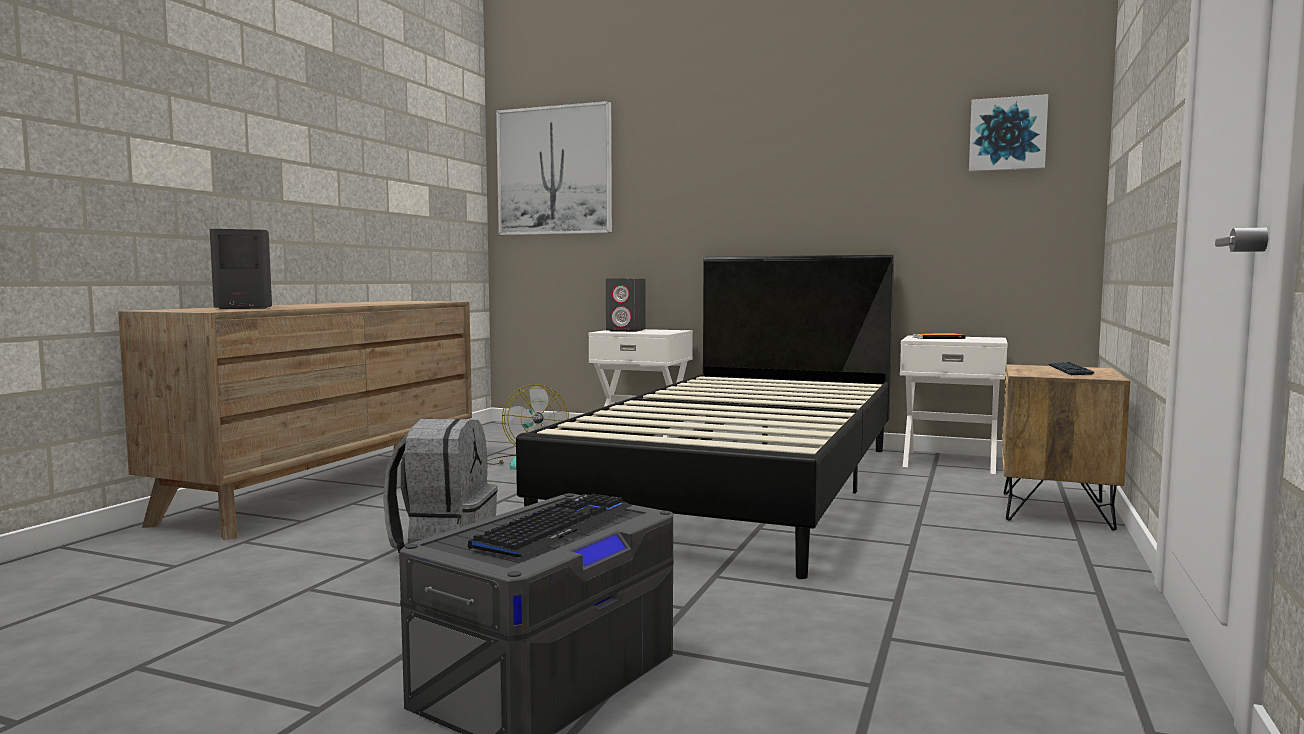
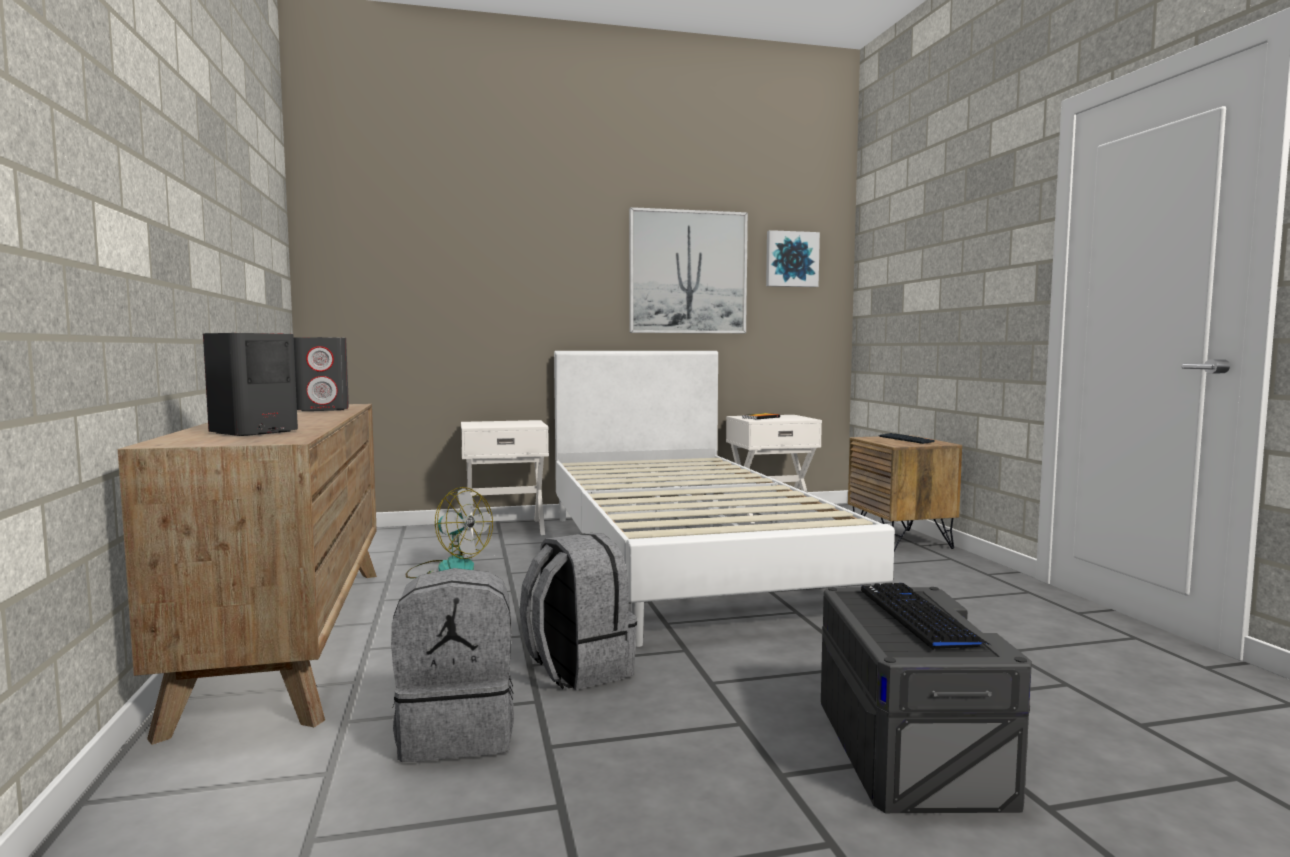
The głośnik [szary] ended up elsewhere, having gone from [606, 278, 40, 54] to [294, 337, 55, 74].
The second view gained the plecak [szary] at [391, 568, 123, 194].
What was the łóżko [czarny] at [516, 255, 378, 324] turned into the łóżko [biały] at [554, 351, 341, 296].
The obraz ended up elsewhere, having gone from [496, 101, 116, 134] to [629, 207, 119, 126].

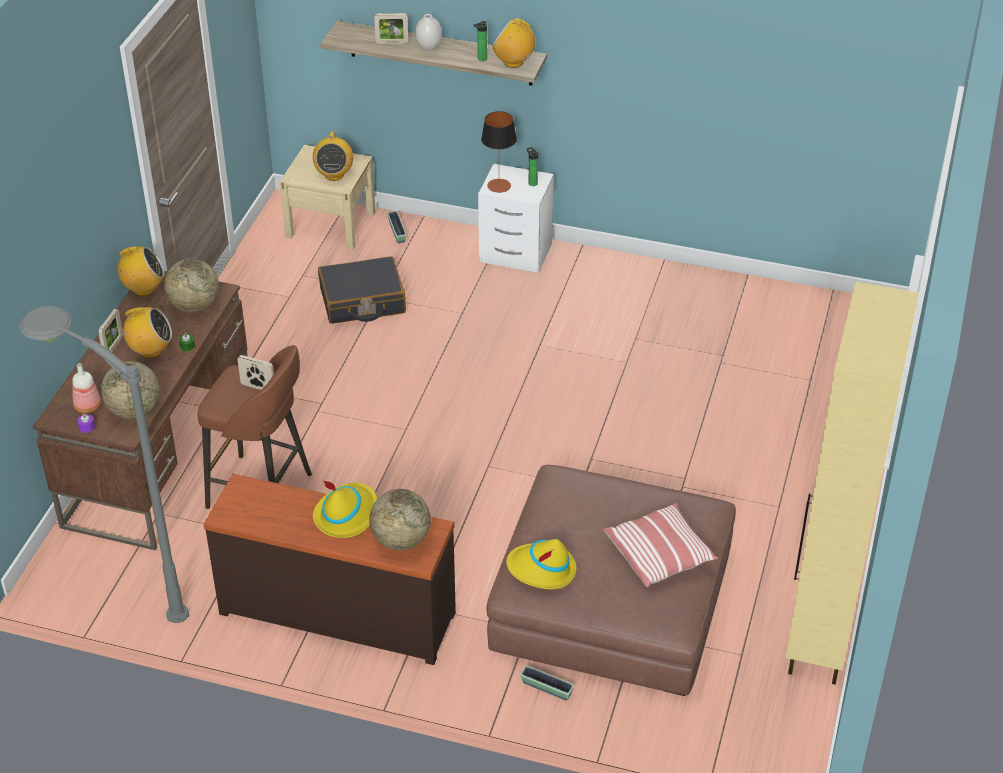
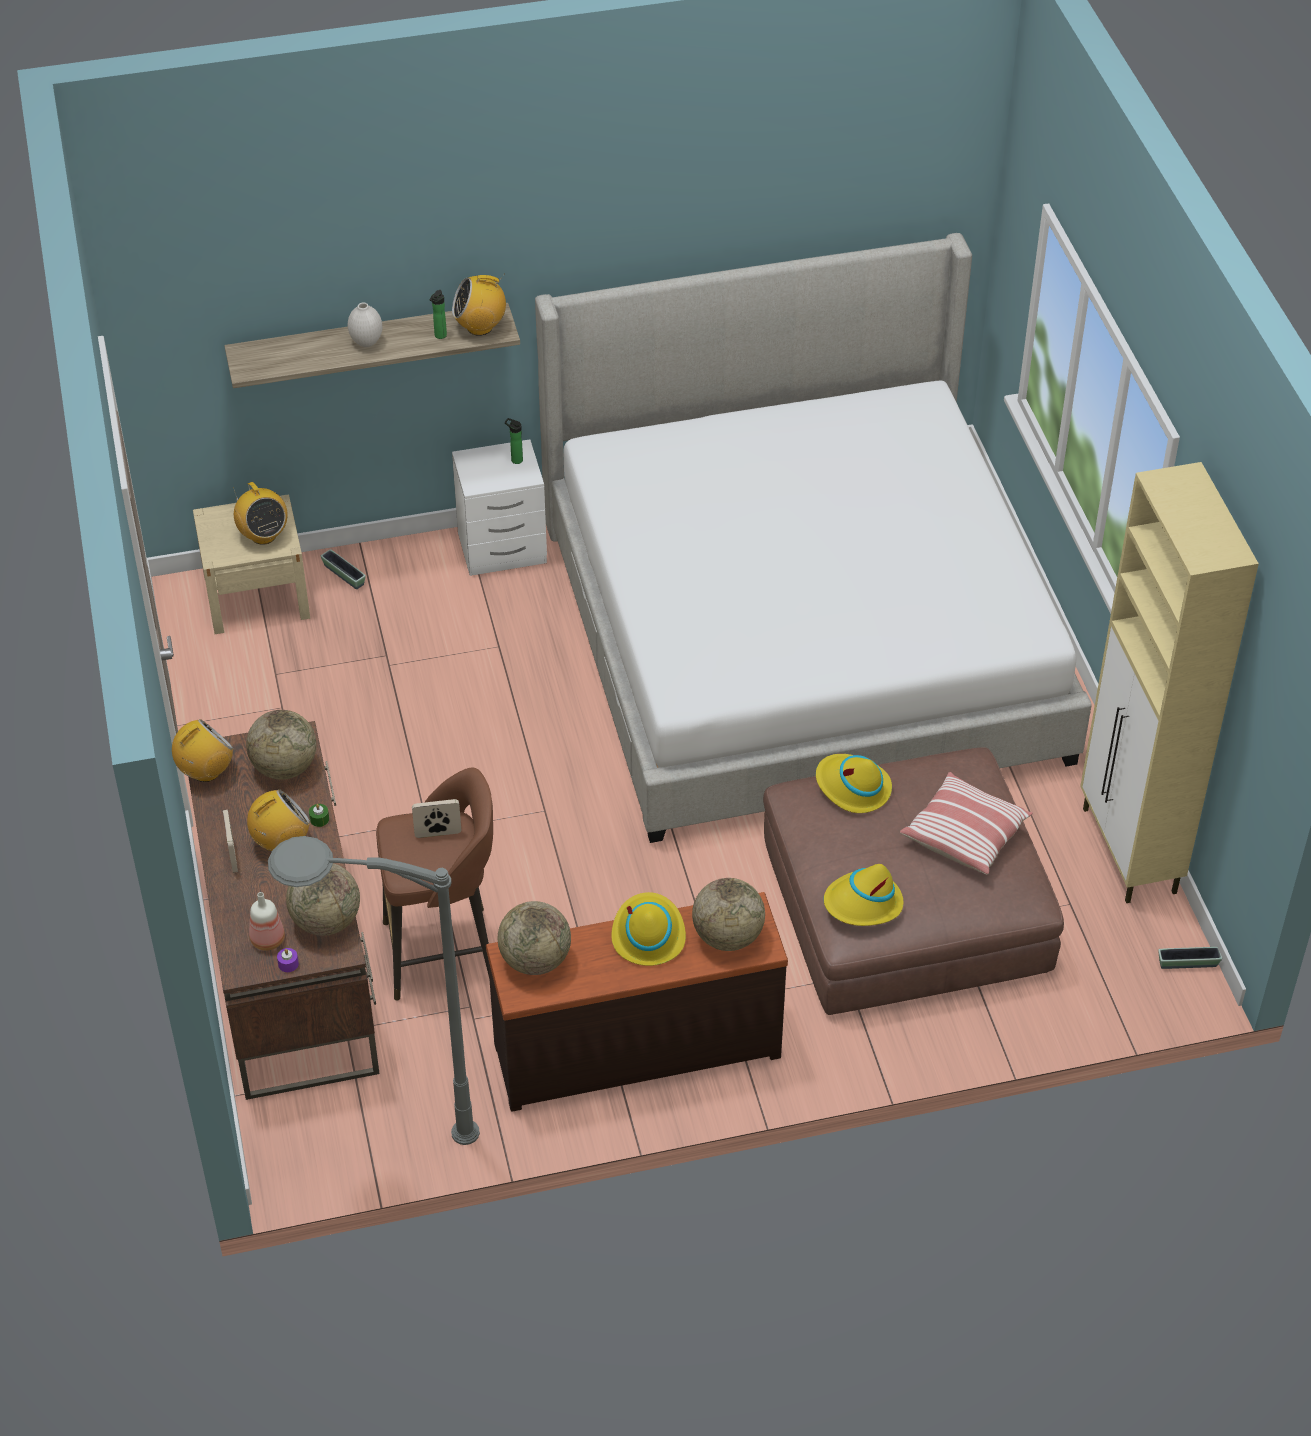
The second view gained the globus at [498, 901, 73, 74].
The second view gained the łóżko at [535, 233, 556, 610].
The second view gained the kapelusz [żółty] at [816, 754, 76, 59].
The donica ended up elsewhere, having gone from [520, 665, 54, 36] to [1158, 947, 64, 22].
The second view lost the walizka [czarny] at [318, 256, 88, 68].
The second view lost the ramka na zdjęcie at [374, 13, 34, 31].
The second view lost the lampa stołowa at [481, 111, 36, 82].

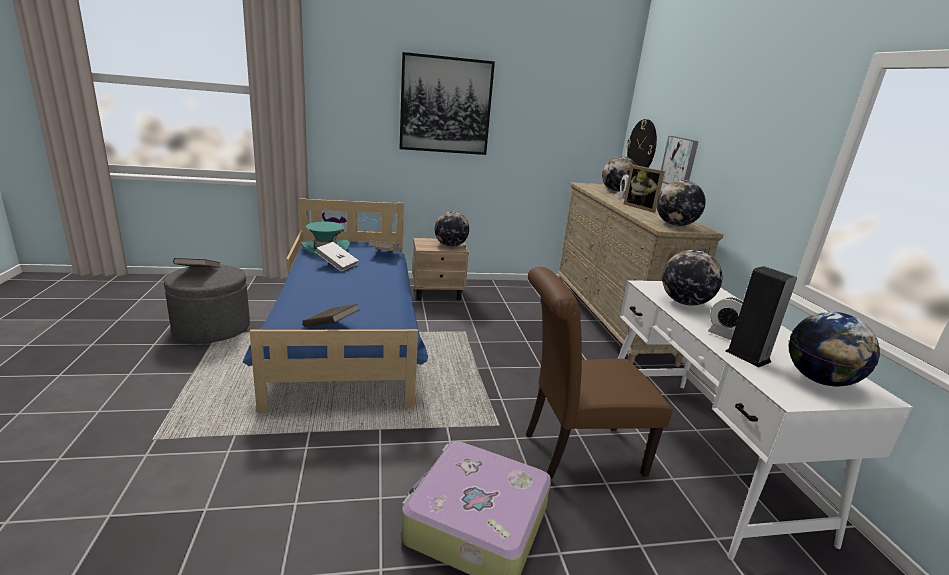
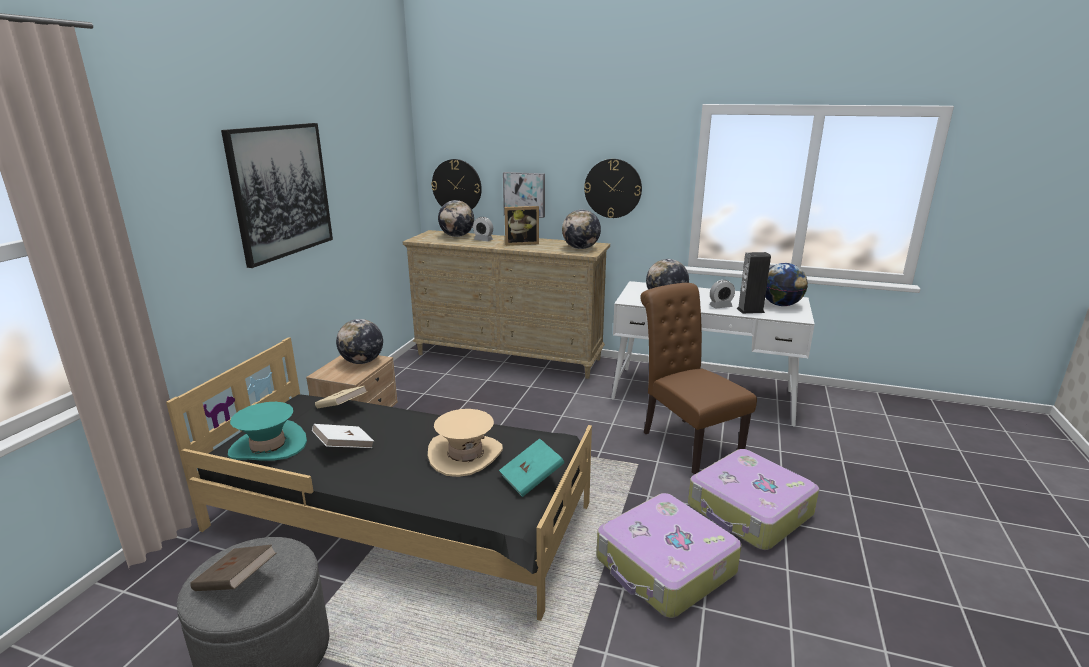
What was the łóżko [niebieski] at [243, 198, 185, 214] turned into the łóżko [czarny] at [166, 337, 426, 284].
The second view gained the kapelusz [beżowy] at [428, 409, 75, 68].
What was the książka [brązowy] at [303, 304, 56, 23] turned into the książka [turkusowy] at [499, 438, 65, 59].
The second view gained the zegar ścienny at [584, 159, 58, 59].
The second view gained the walizka at [597, 493, 145, 125].
The krzesło [brązowy] at [526, 267, 146, 214] ended up facing another way, 135 degrees clockwise from before.

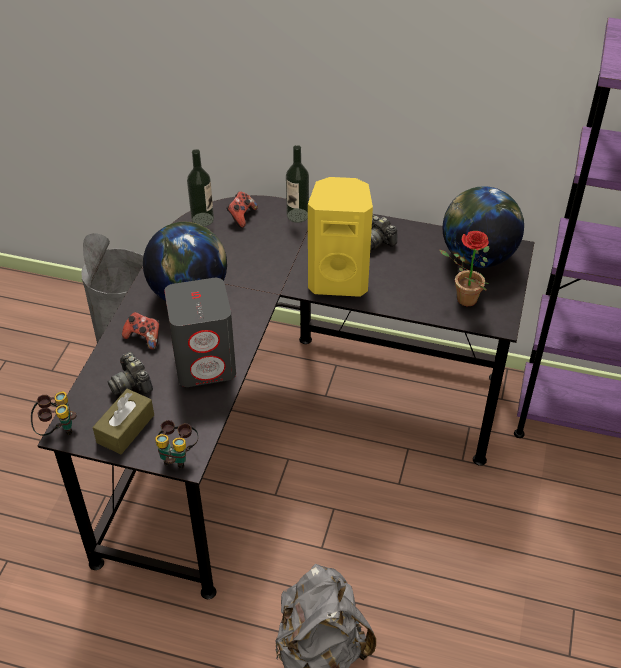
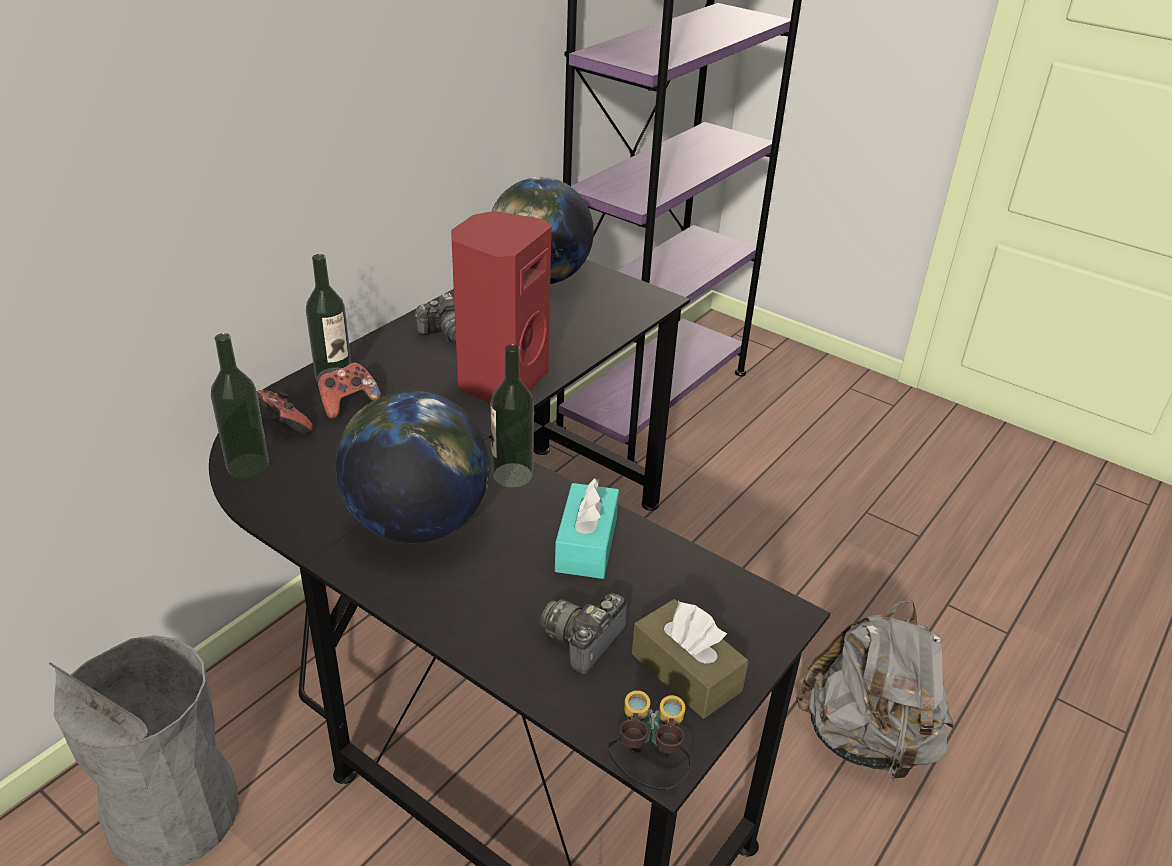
The pad do gier ended up elsewhere, having gone from [122, 312, 38, 38] to [318, 362, 63, 57].
What was the głośnik [żółty] at [308, 177, 65, 120] turned into the głośnik [czerwony] at [451, 211, 100, 192].
The second view gained the butelka at [491, 344, 43, 144].
The aparat fotograficzny at [108, 352, 45, 43] ended up facing another way, 135 degrees clockwise from before.
Where the głośnik [szary] stood at [164, 278, 72, 109], the pudełko chusteczek [turkusowy] came to stand at [555, 478, 64, 101].
The second view lost the lornetka at [155, 420, 43, 48].
The second view lost the roślina doniczkowa at [439, 231, 50, 75].

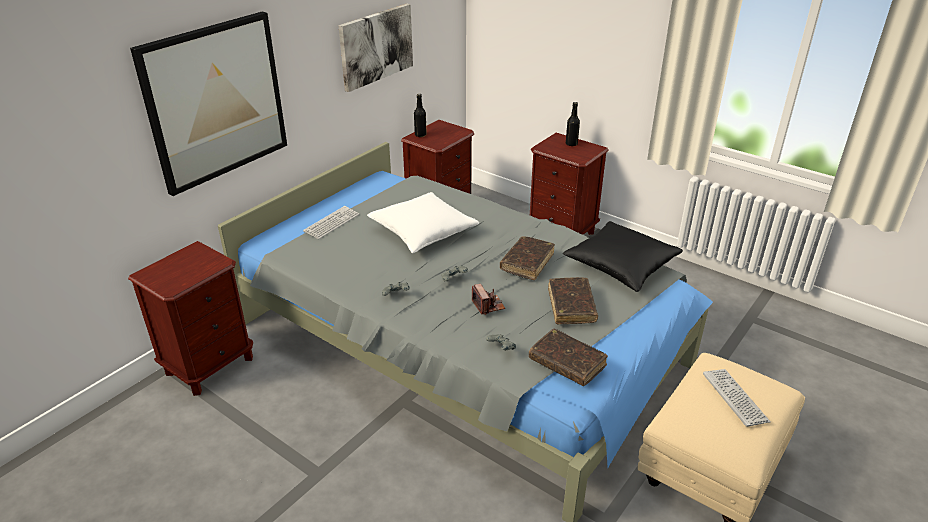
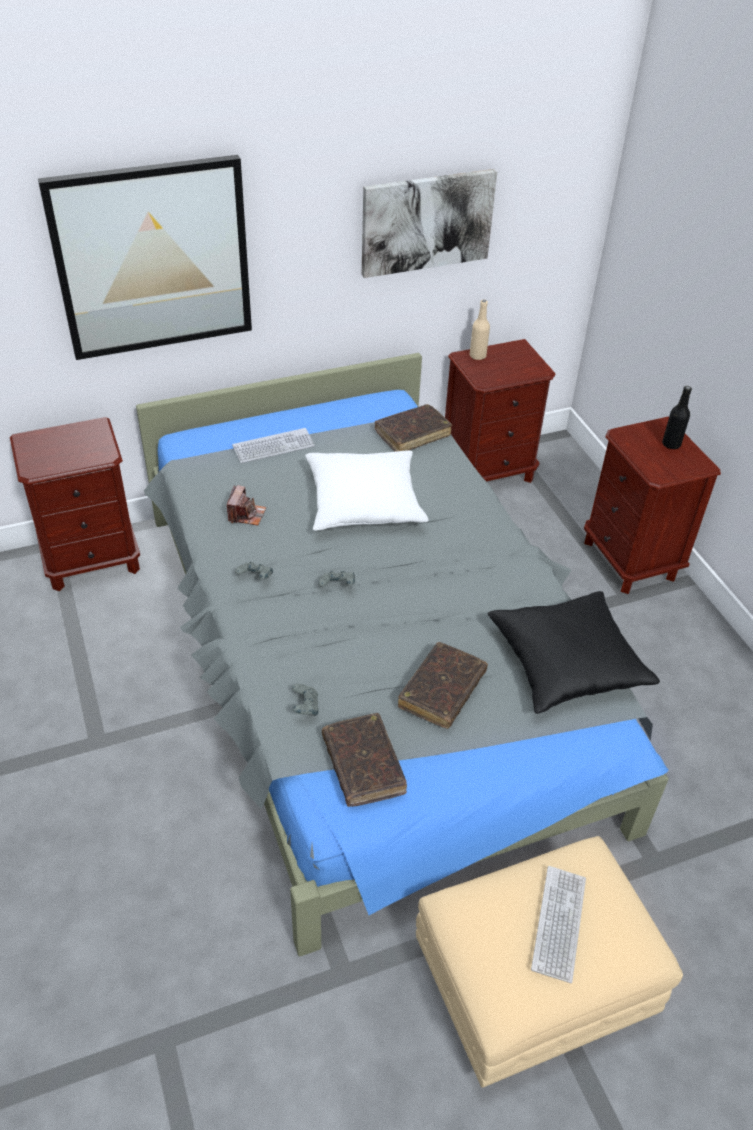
The aparat fotograficzny ended up elsewhere, having gone from [472, 284, 33, 31] to [227, 485, 39, 41].
The książka [brązowy] ended up elsewhere, having gone from [500, 236, 55, 44] to [375, 404, 77, 48].
What was the butelka [czarny] at [414, 94, 13, 43] turned into the butelka [beżowy] at [470, 300, 20, 60].

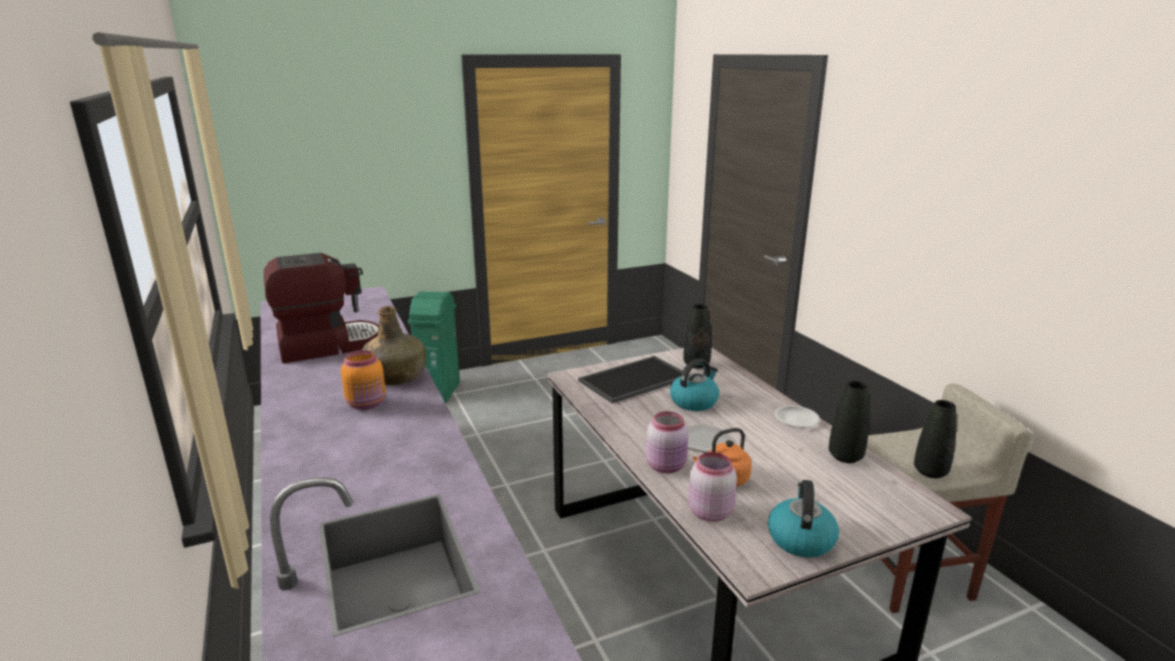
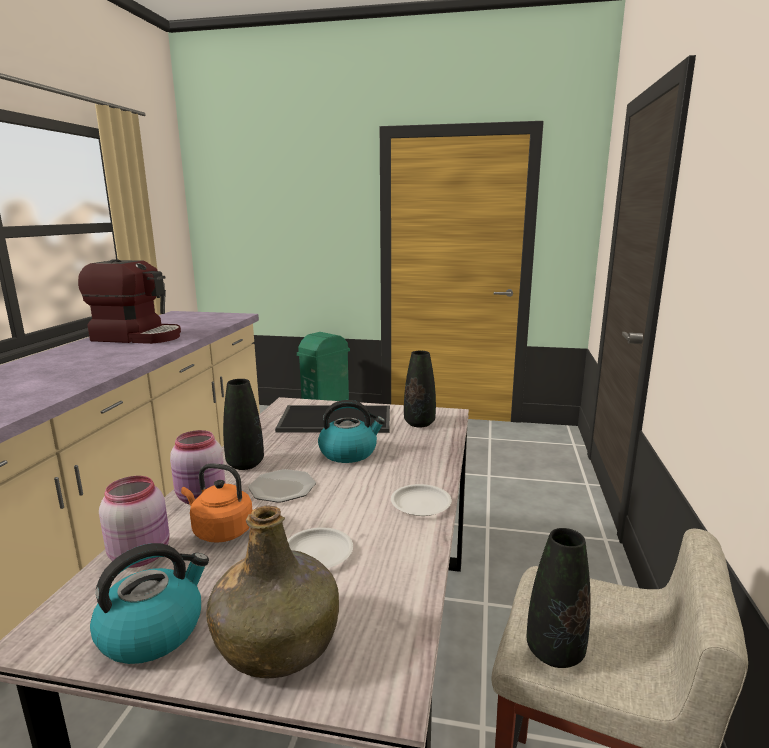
The butelka [zielony] ended up elsewhere, having gone from [362, 306, 64, 79] to [207, 505, 132, 174].
The wazon [czarny] ended up elsewhere, having gone from [829, 381, 40, 82] to [223, 379, 41, 91].
The second view gained the talerz [biały] at [287, 527, 66, 41].
The second view lost the słoik [pomarańczowy] at [341, 350, 45, 60].

